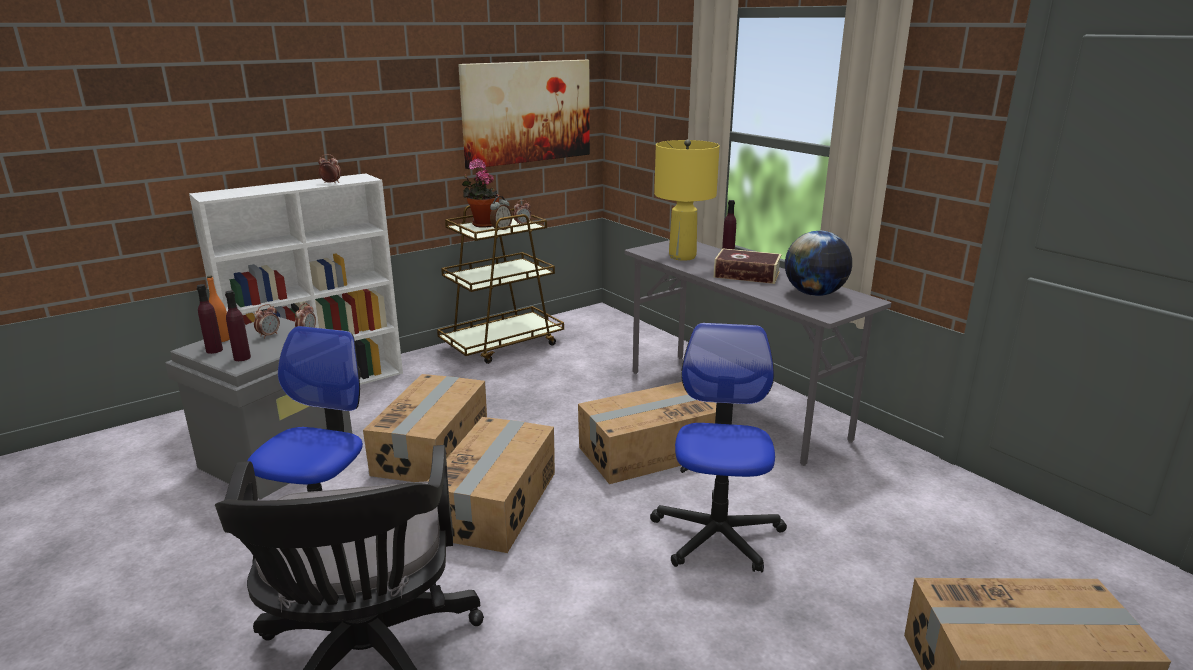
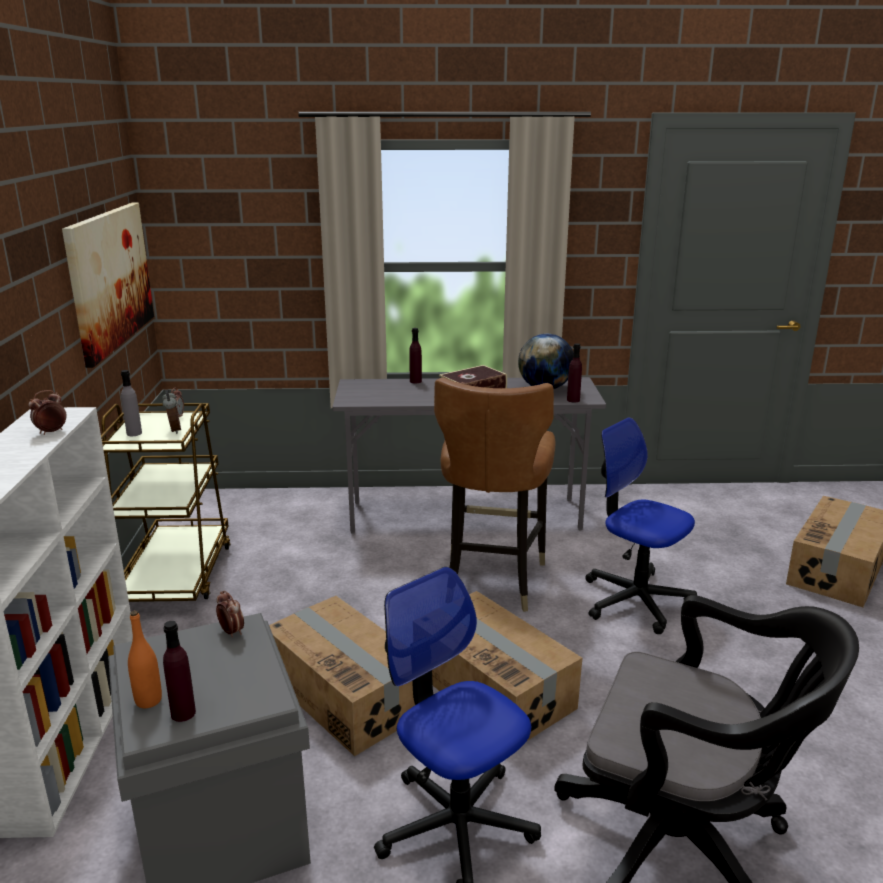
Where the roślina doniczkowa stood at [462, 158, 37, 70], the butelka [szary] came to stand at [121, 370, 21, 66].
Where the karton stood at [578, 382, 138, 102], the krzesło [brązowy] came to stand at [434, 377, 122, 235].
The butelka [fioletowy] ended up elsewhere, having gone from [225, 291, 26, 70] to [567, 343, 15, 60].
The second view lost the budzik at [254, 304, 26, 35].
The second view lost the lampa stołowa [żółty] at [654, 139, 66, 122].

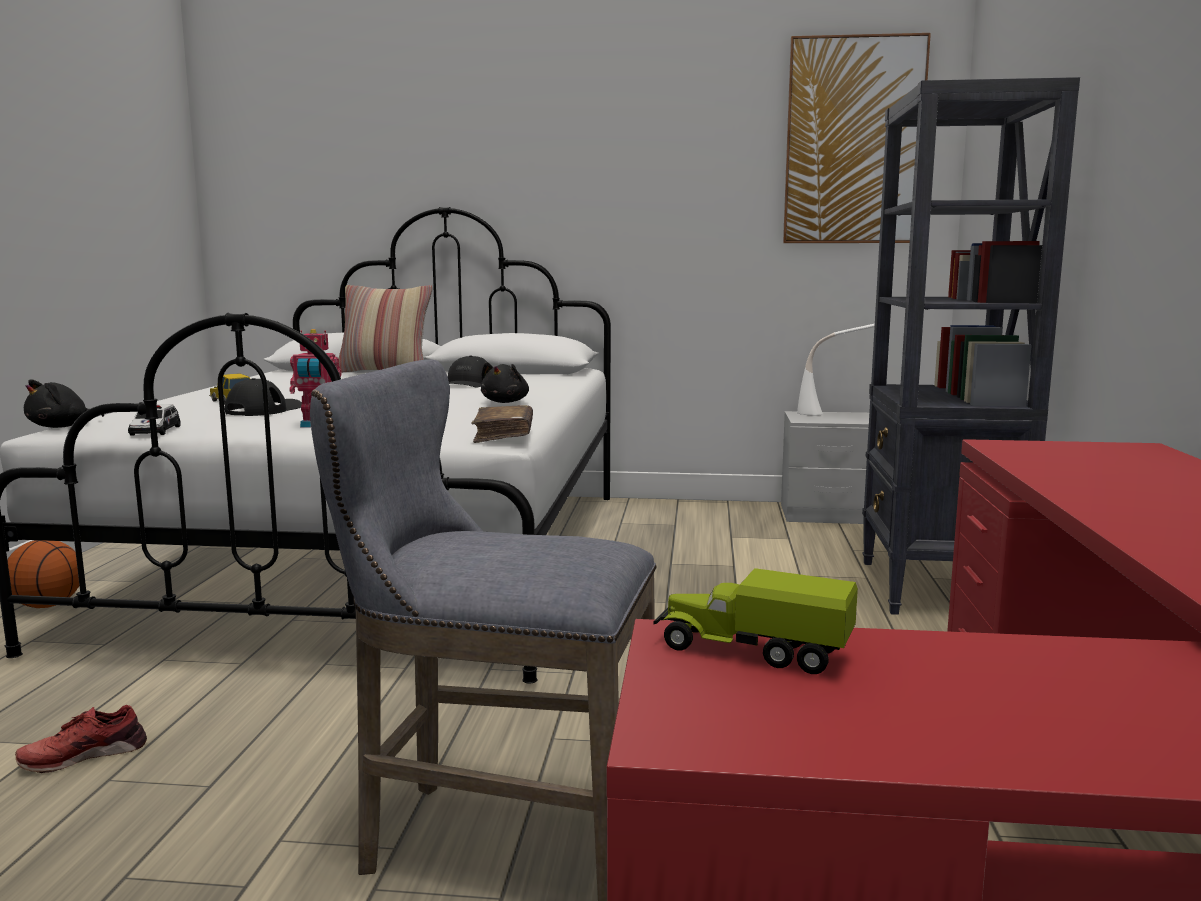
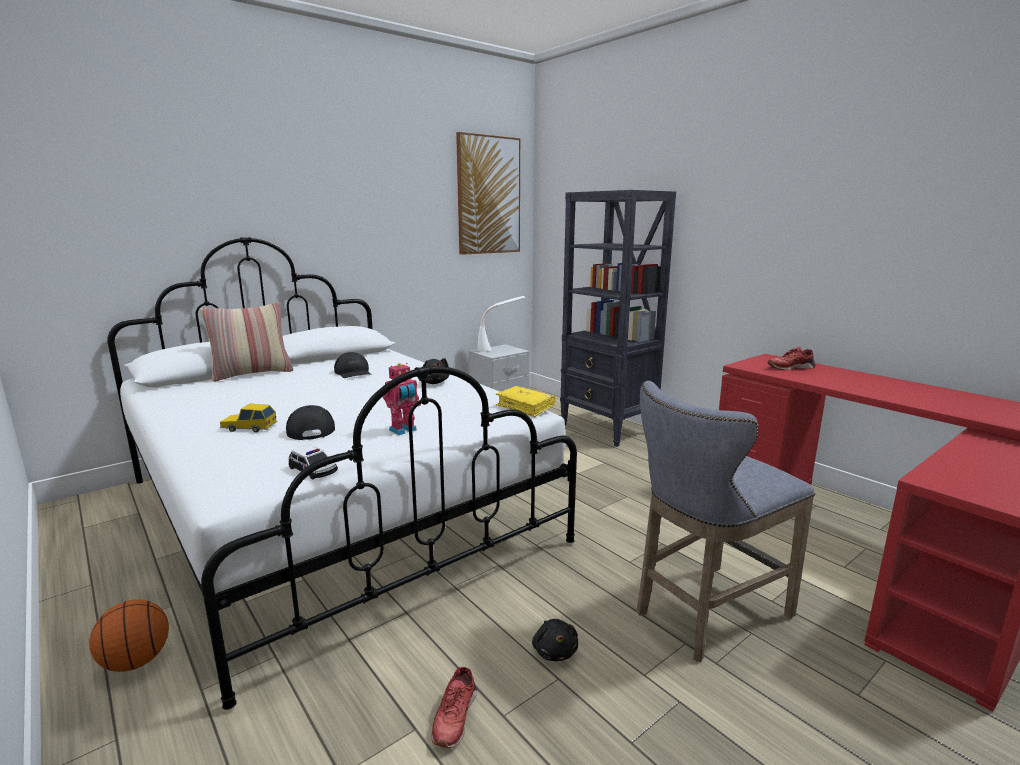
What was the książka [brązowy] at [472, 405, 61, 38] turned into the książka [żółty] at [496, 386, 59, 31].
The pluszak [czarny] ended up elsewhere, having gone from [24, 379, 80, 49] to [532, 619, 46, 42].
The second view gained the but [czerwony] at [768, 347, 47, 23].
The second view lost the ciężarówka zabawkowa at [653, 568, 205, 106].

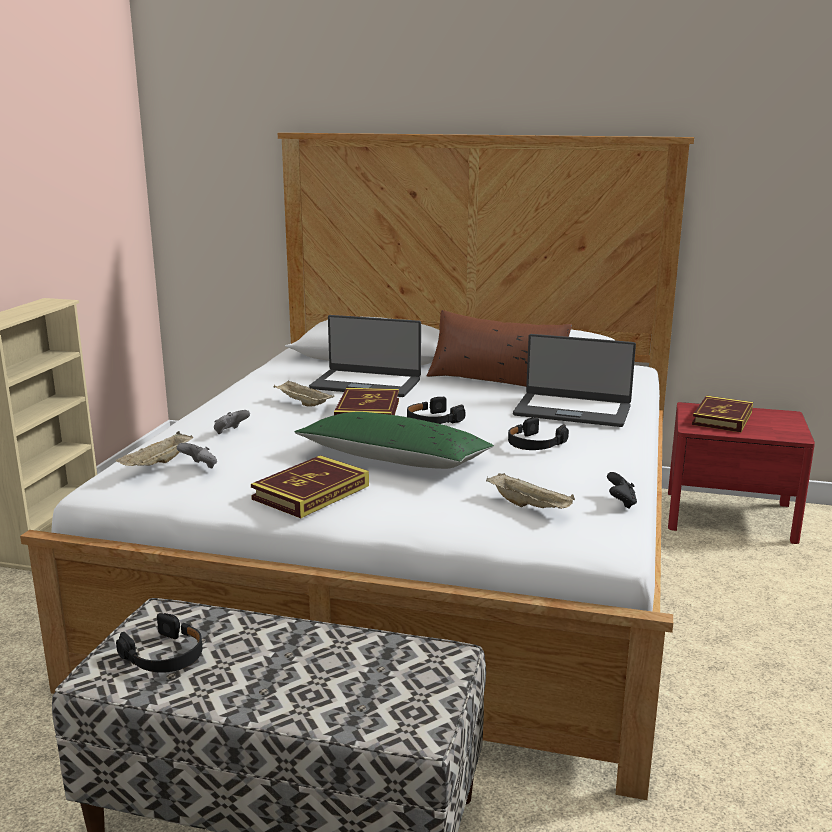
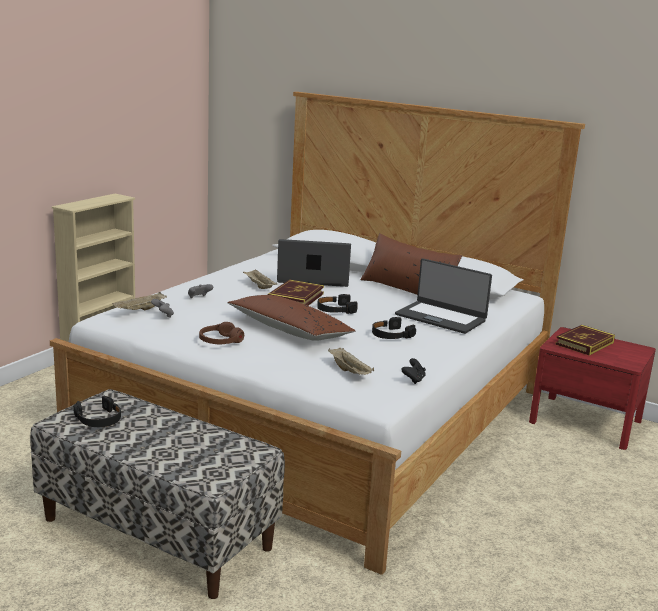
Where the książka stood at [251, 455, 118, 63], the słuchawki [brązowy] came to stand at [199, 322, 45, 22].
What was the poduszka [zielony] at [294, 412, 200, 57] turned into the poduszka [brązowy] at [227, 295, 128, 46].
The laptop at [309, 315, 112, 82] ended up facing another way, 150 degrees clockwise from before.

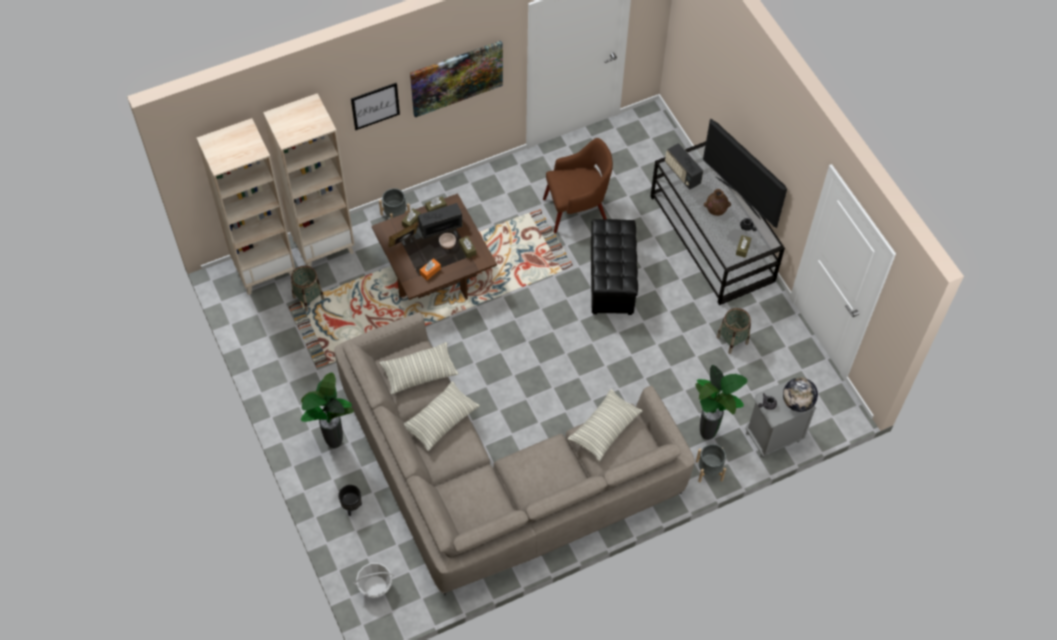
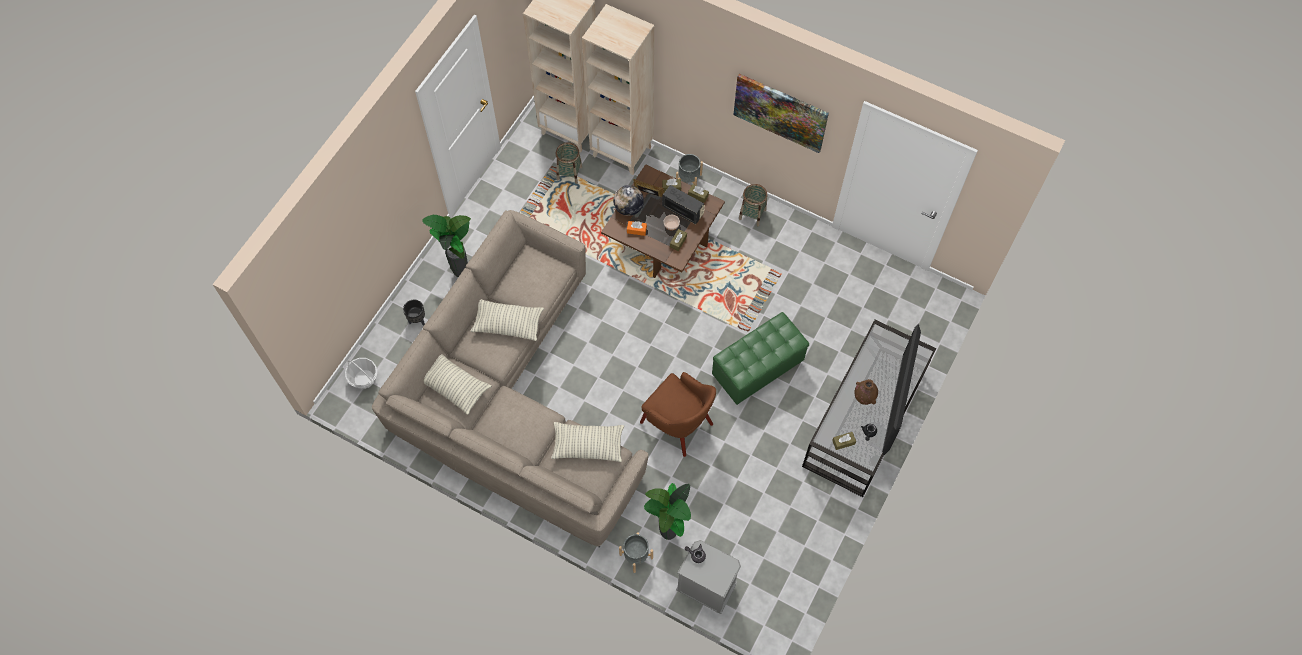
The poduszka ended up elsewhere, having gone from [379, 342, 79, 53] to [424, 355, 68, 60].
The globus ended up elsewhere, having gone from [783, 377, 35, 35] to [613, 185, 31, 31].
The fotel [brązowy] ended up elsewhere, having gone from [543, 138, 70, 96] to [640, 372, 76, 85].
What was the pufa [czarny] at [591, 219, 47, 96] turned into the pufa [zielony] at [712, 312, 97, 93].
The koszyk ended up elsewhere, having gone from [716, 308, 35, 46] to [739, 184, 28, 42].
The second view lost the obraz at [351, 83, 49, 47].
The second view lost the radio at [665, 143, 38, 47].

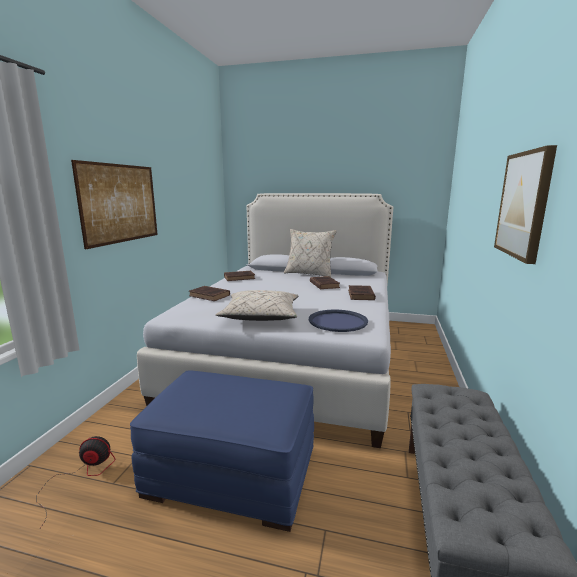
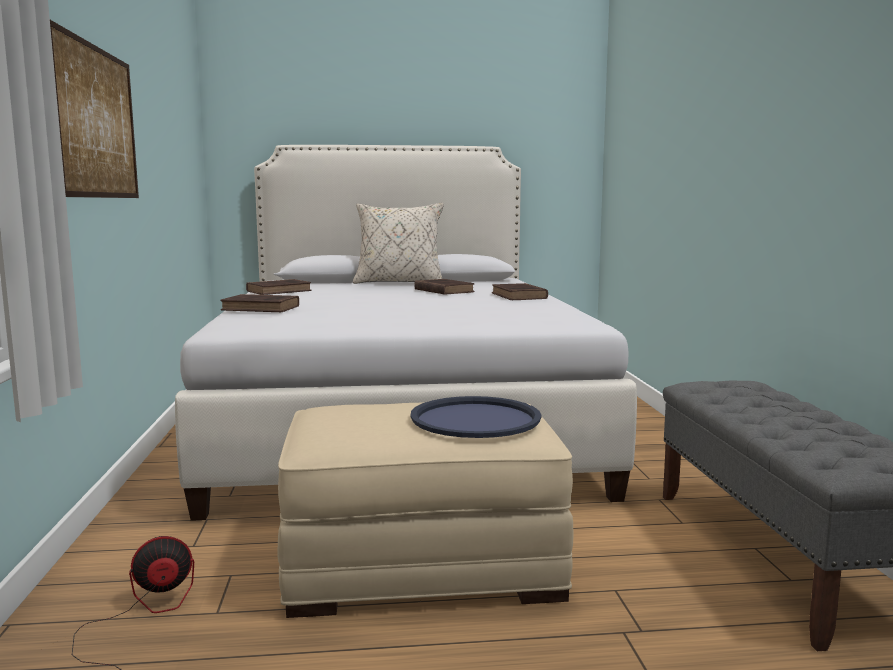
What was the pufa [niebieski] at [130, 370, 184, 162] turned into the pufa [beżowy] at [277, 403, 296, 215].
The taca [niebieski] ended up elsewhere, having gone from [309, 310, 59, 22] to [411, 396, 130, 42].
The second view lost the poduszka [beżowy] at [216, 290, 83, 31].
The second view lost the obraz at [494, 145, 63, 119].

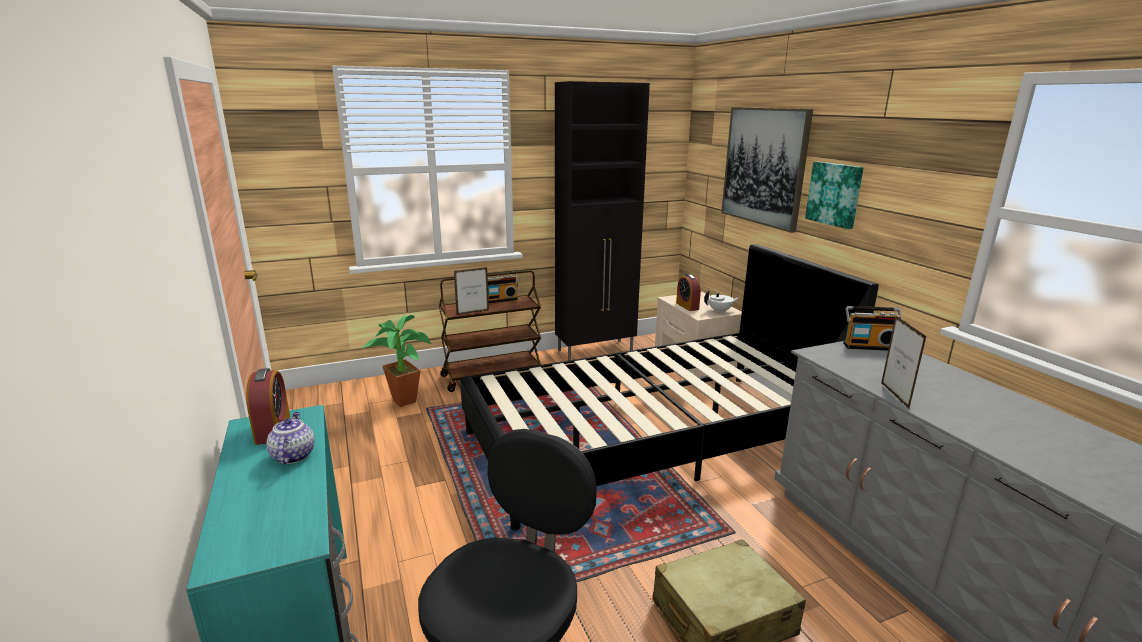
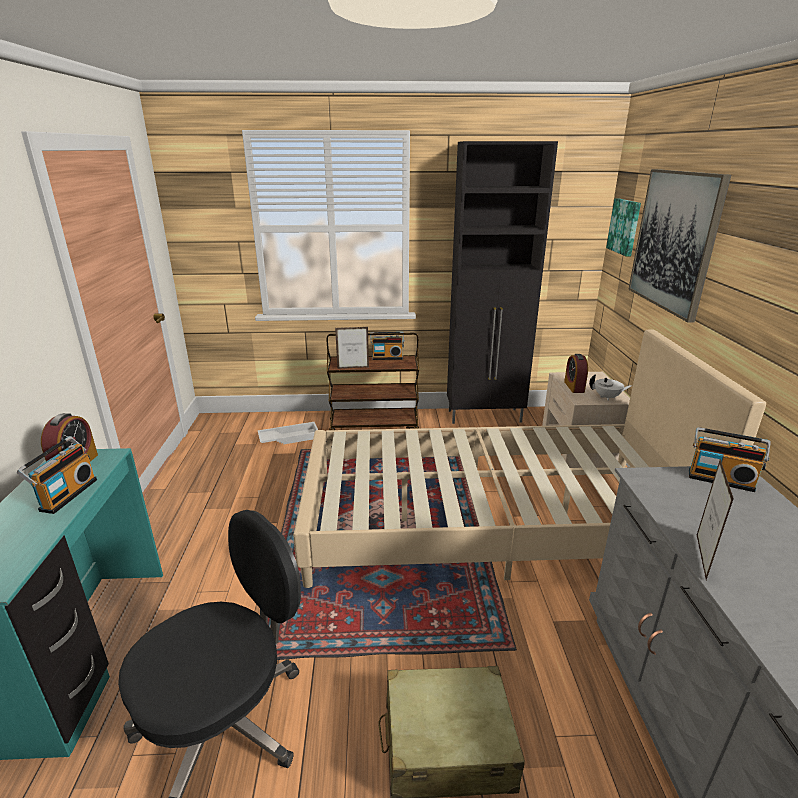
Where the imbryk stood at [266, 412, 49, 52], the radio came to stand at [17, 436, 80, 78].
Where the roślina doniczkowa stood at [363, 315, 68, 92], the taca [biały] came to stand at [258, 422, 60, 22].
What was the łóżko [czarny] at [460, 244, 419, 286] turned into the łóżko [beżowy] at [293, 329, 473, 259].
The obraz ended up elsewhere, having gone from [805, 162, 59, 67] to [606, 198, 35, 58].

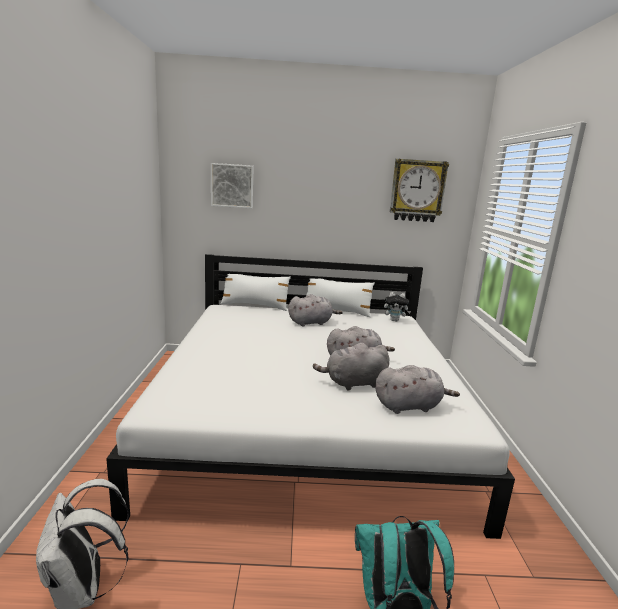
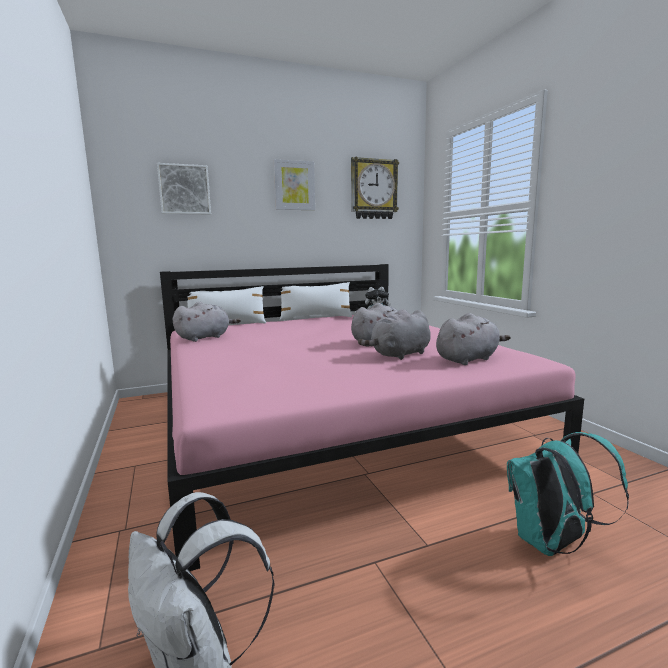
What was the łóżko [biały] at [106, 254, 409, 285] turned into the łóżko [różowy] at [160, 264, 424, 307].
The pluszak [szary] ended up elsewhere, having gone from [288, 294, 55, 32] to [173, 302, 68, 40].
The second view gained the obraz at [274, 159, 41, 51].

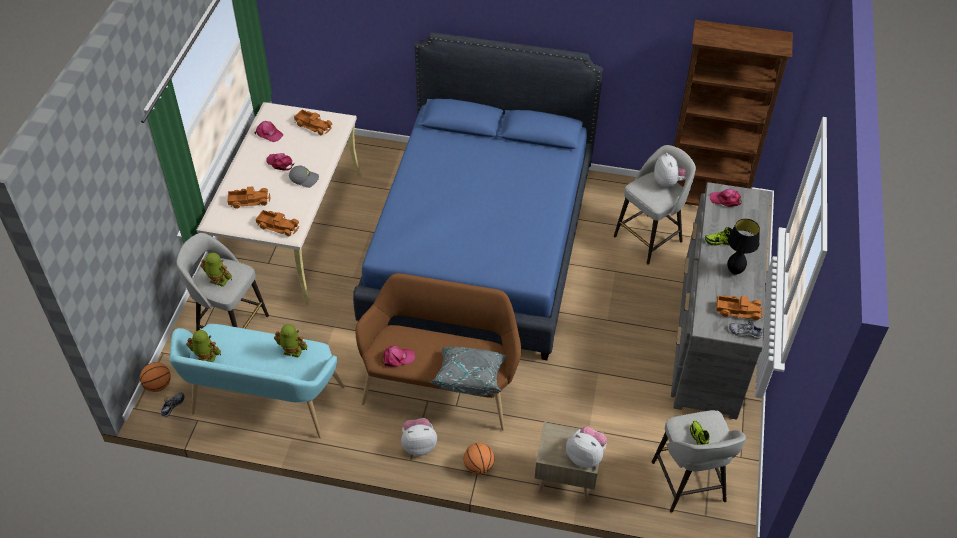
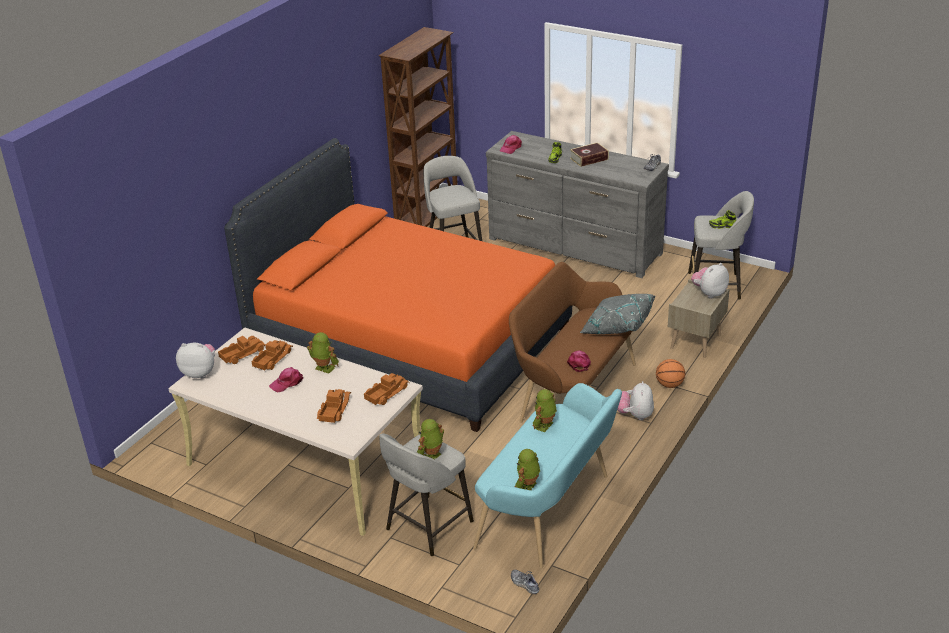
The pluszak ended up elsewhere, having gone from [654, 153, 32, 35] to [176, 343, 39, 35].
What was the łóżko [niebieski] at [353, 32, 250, 328] turned into the łóżko [pomarańczowy] at [224, 138, 348, 294].
The ciężarówka zabawkowa ended up elsewhere, having gone from [716, 295, 47, 25] to [252, 340, 41, 30].
Where the czapka z daszkiem [szary] stood at [289, 166, 30, 22], the robot zabawkowy came to stand at [307, 332, 32, 42].
Where the lampa stołowa [czarny] stood at [727, 219, 33, 56], the książka came to stand at [570, 142, 39, 25].
The second view lost the piłka do koszykówki at [140, 362, 31, 30].
The second view lost the czapka z daszkiem [różowy] at [255, 121, 28, 21].

